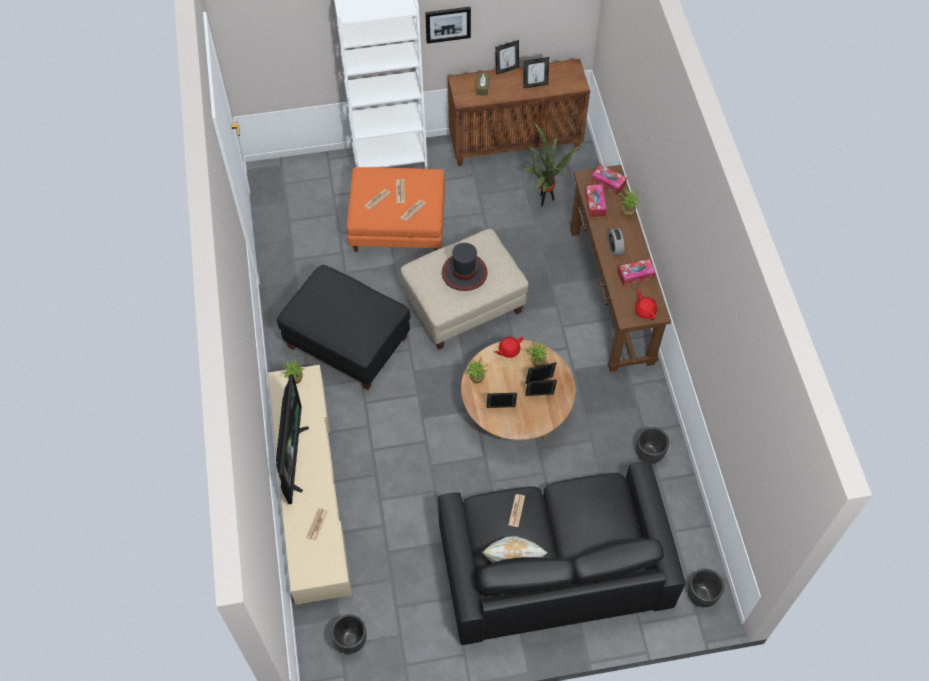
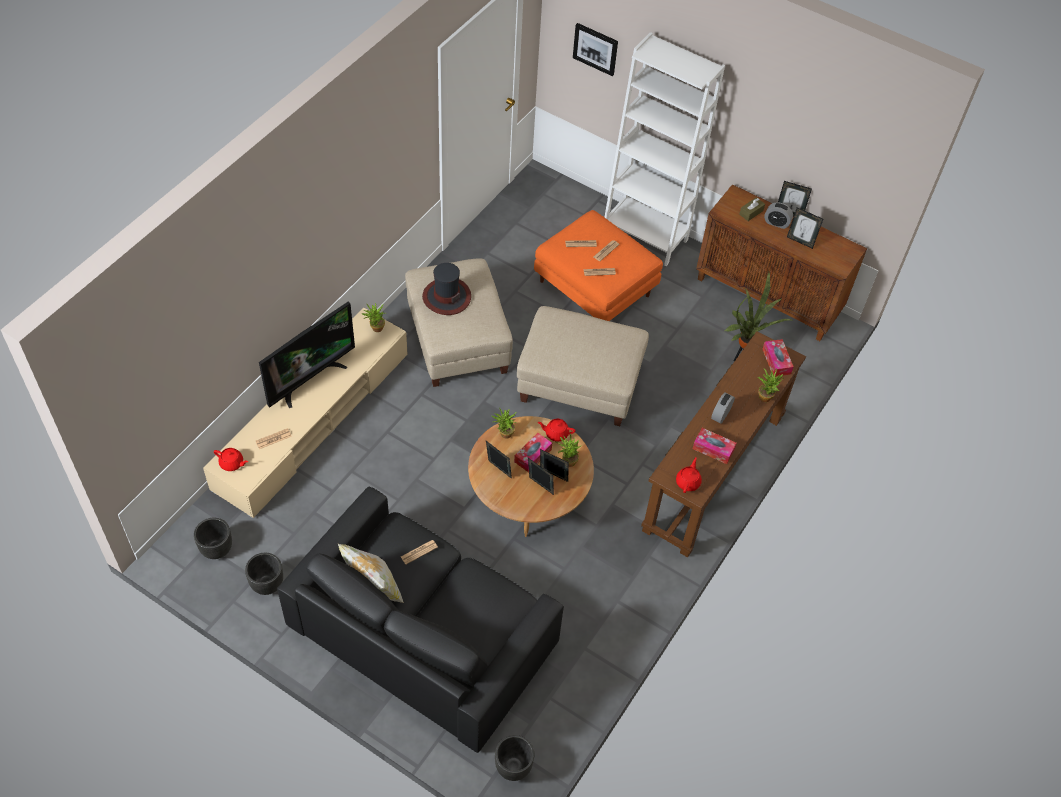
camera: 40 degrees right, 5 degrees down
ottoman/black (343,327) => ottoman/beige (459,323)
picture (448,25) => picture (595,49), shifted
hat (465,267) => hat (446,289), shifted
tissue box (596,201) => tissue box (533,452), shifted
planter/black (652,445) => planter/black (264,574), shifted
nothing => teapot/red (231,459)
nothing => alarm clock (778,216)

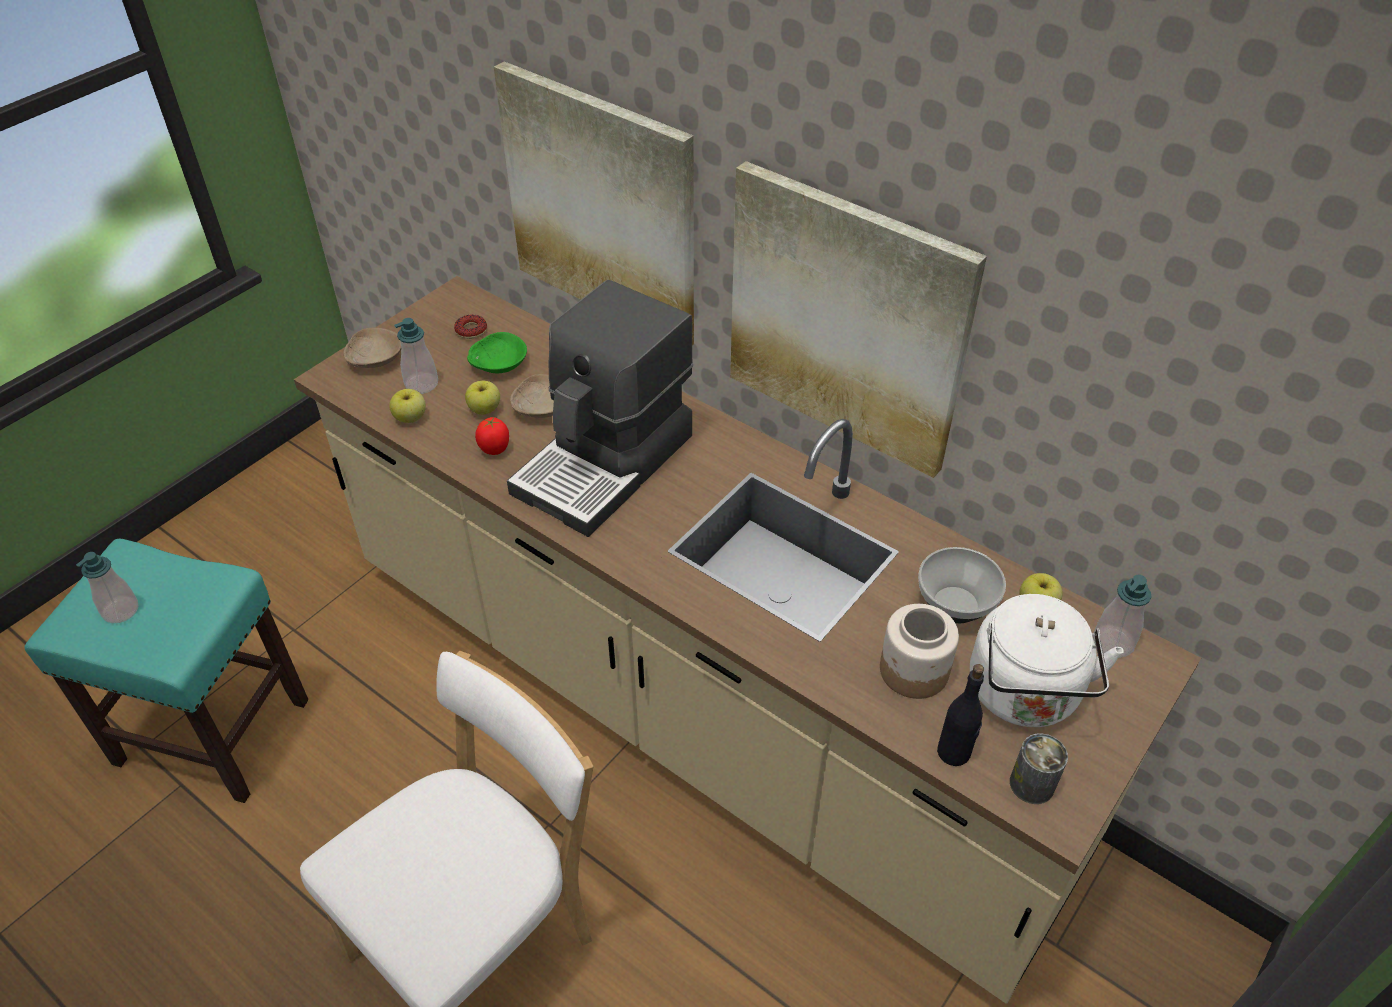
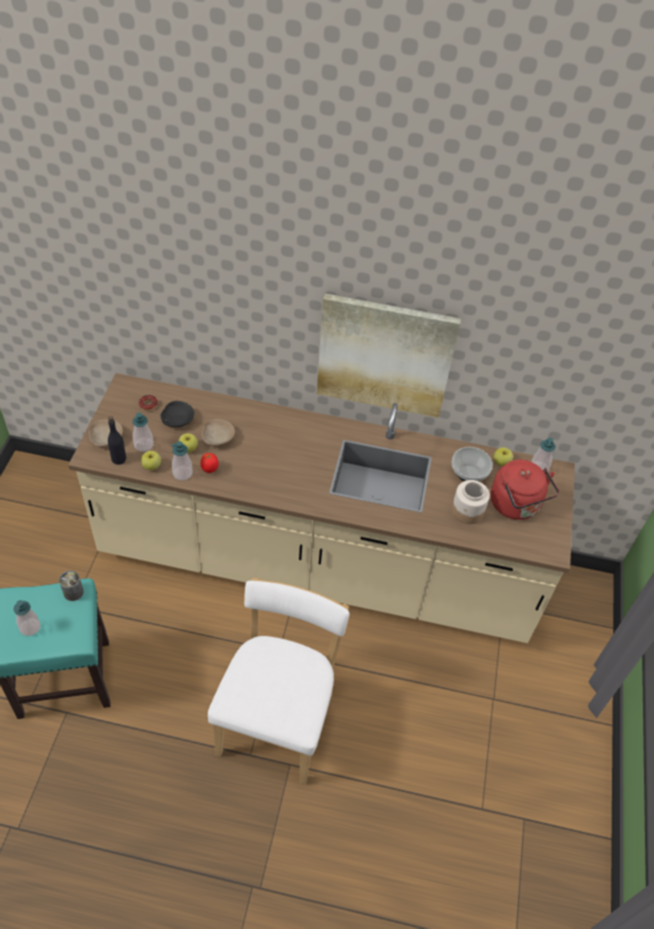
camera: 30 degrees left, 5 degrees up
bowl/green (497,353) => bowl/black (177,414)
picture (594,203) => nothing
coffee machine (600,408) => nothing
bottle/black (960,715) => bottle/black (117,440), shifted
kettle/white (1047,660) => kettle/red (525,489)
can (1039,768) => can (71,586), shifted
nothing => soap dispenser (182,460)

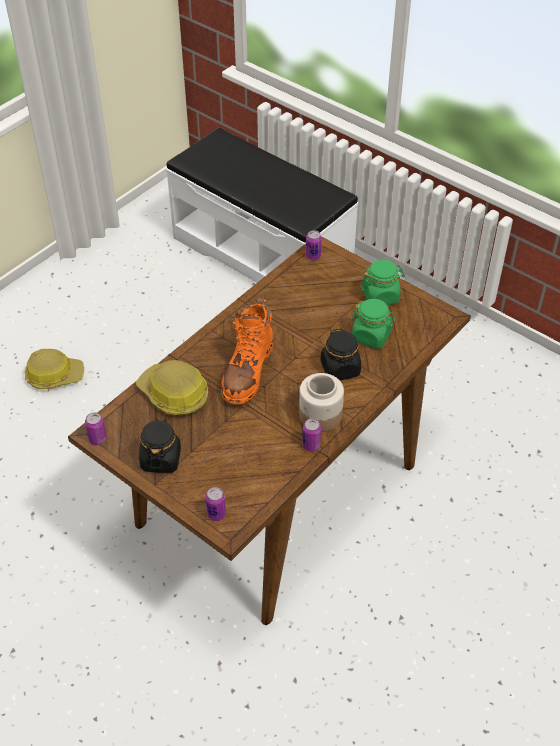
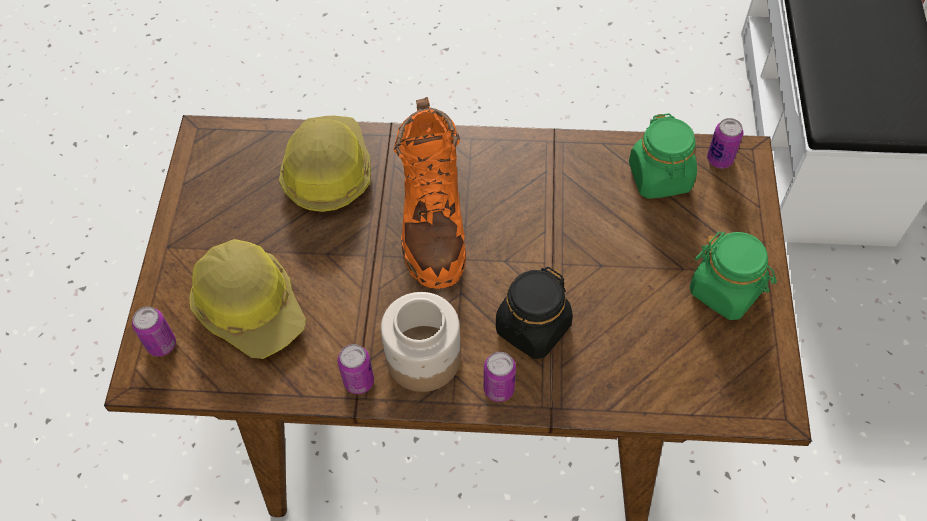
camera: 55 degrees right, 10 degrees up
hard hat (54,369) => hard hat (247,299), shifted
can (96,428) => can (500,377), shifted
jar/black (160,445) => nothing
boot/orange (247,351) => boot/orange (430,193), 75 degrees counterclockwise
jar/green (373,324) => jar/green (663,156), shifted

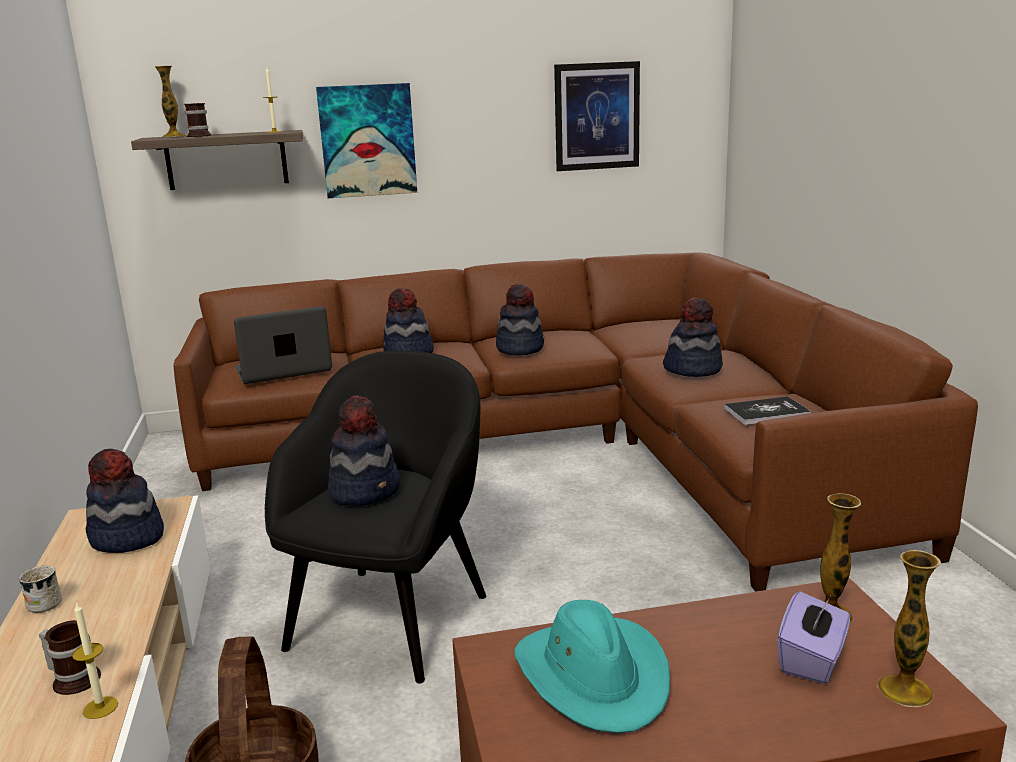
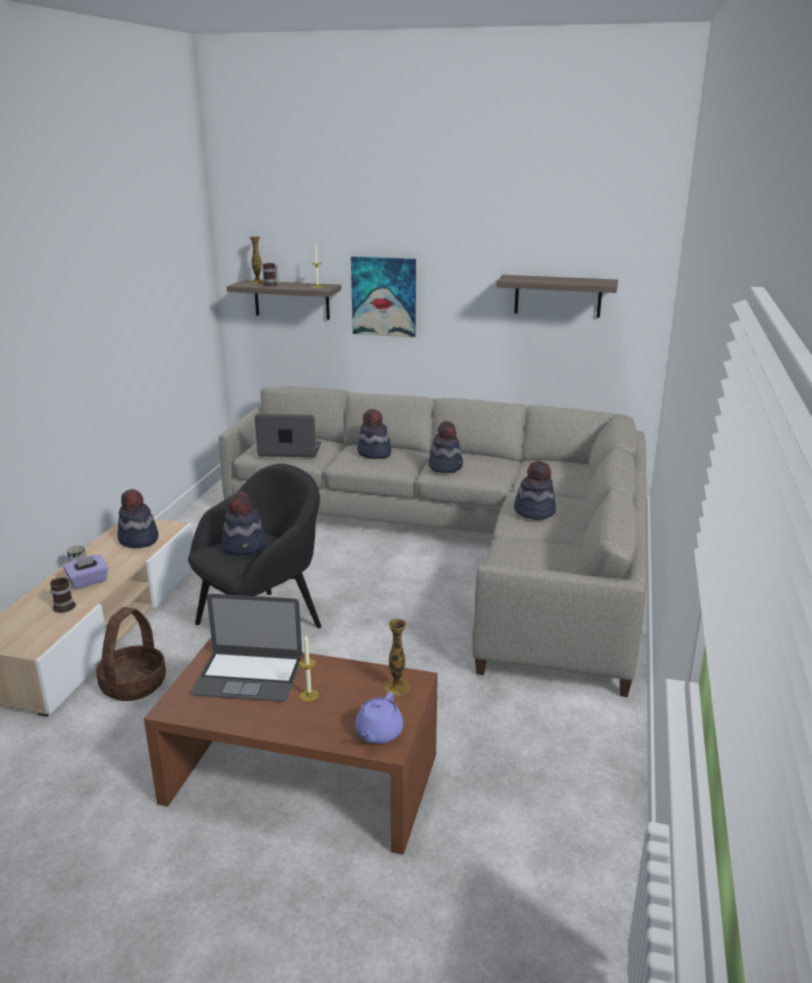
camera: 25 degrees right, 5 degrees up
candle (95,660) => candle (309,668), shifted
sofa/brown (576,422) => sofa/grey (433,541)
hat/turquoise (592,666) => laptop (246,648)
picture (597,116) => shelf (557,296)
book (768,411) => nothing
tissue box/purple (813,637) => tissue box/purple (85,572), shifted
vase (909,628) => teapot/purple (379,718)

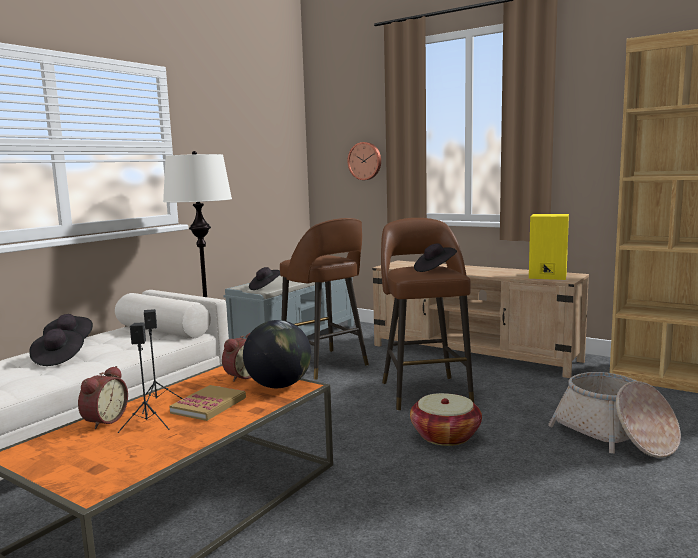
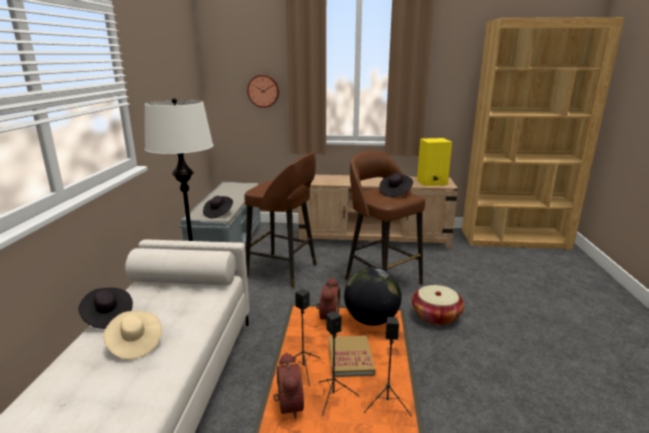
camera: 30 degrees left, 10 degrees up
hat/black (56,347) => hat/beige (132,335)
basket (614,415) => nothing
nothing => speaker/black (388,366)

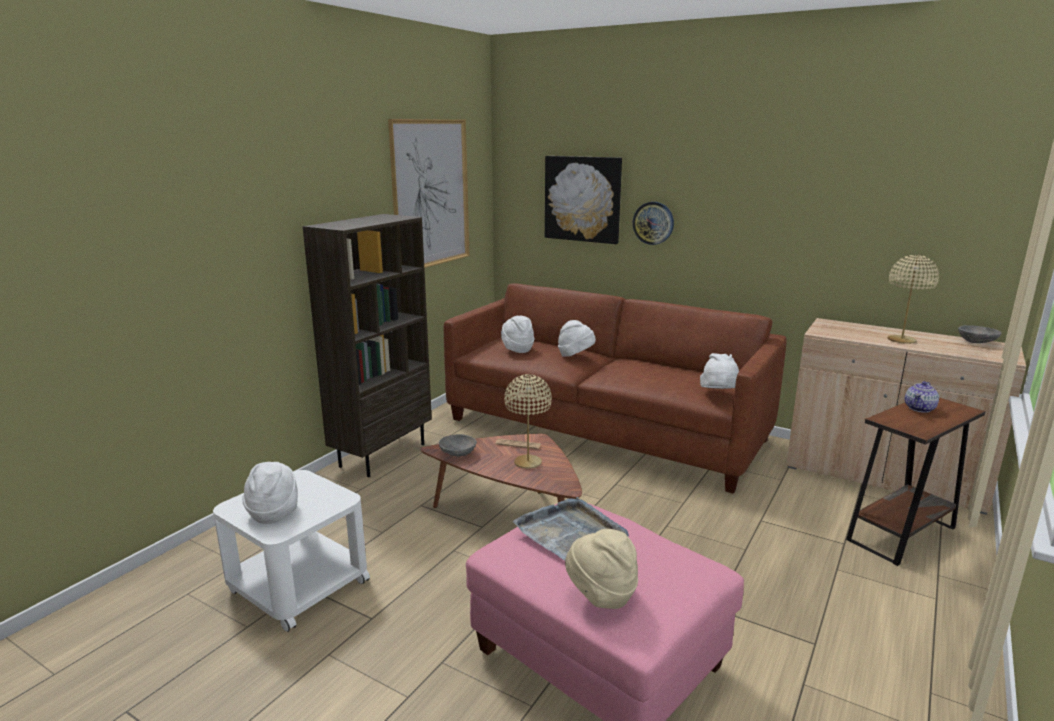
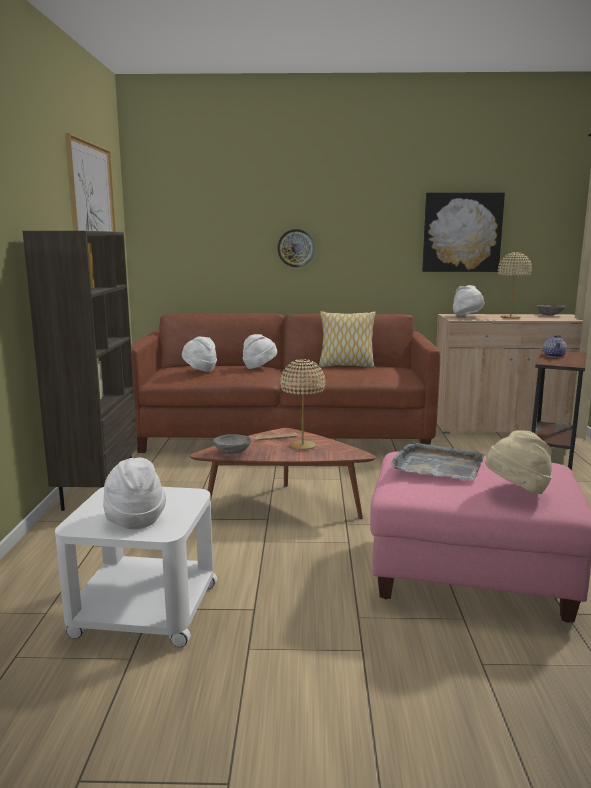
camera: 30 degrees left, 5 degrees down
picture (583,200) => picture (463,232), shifted
hat/white (719,371) => hat/white (468,300), shifted
nothing => pillow (347,339)

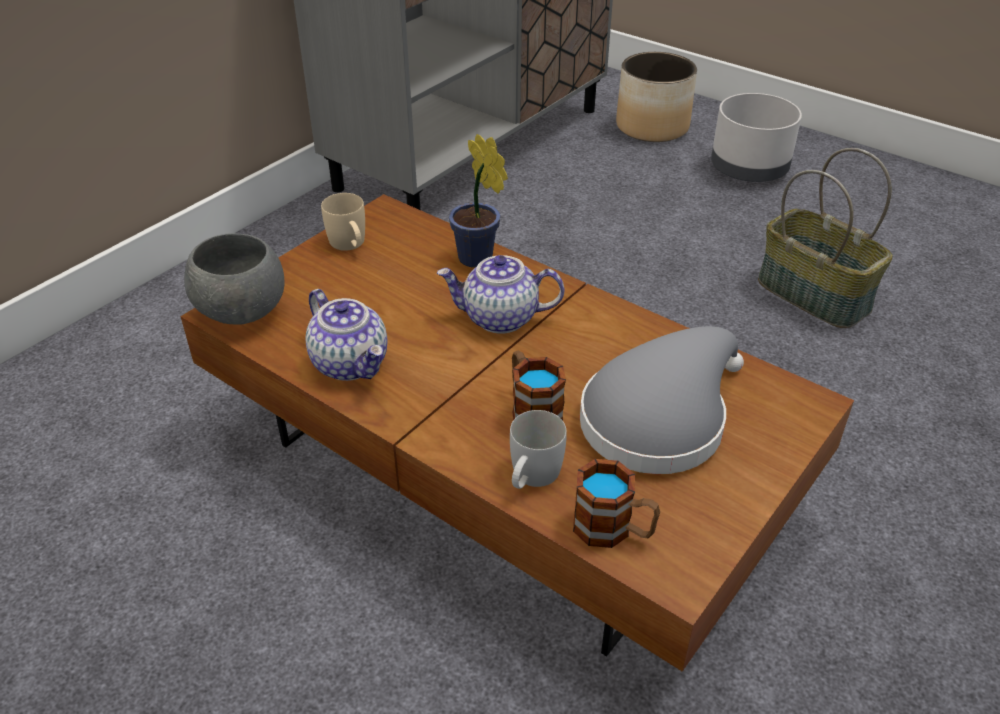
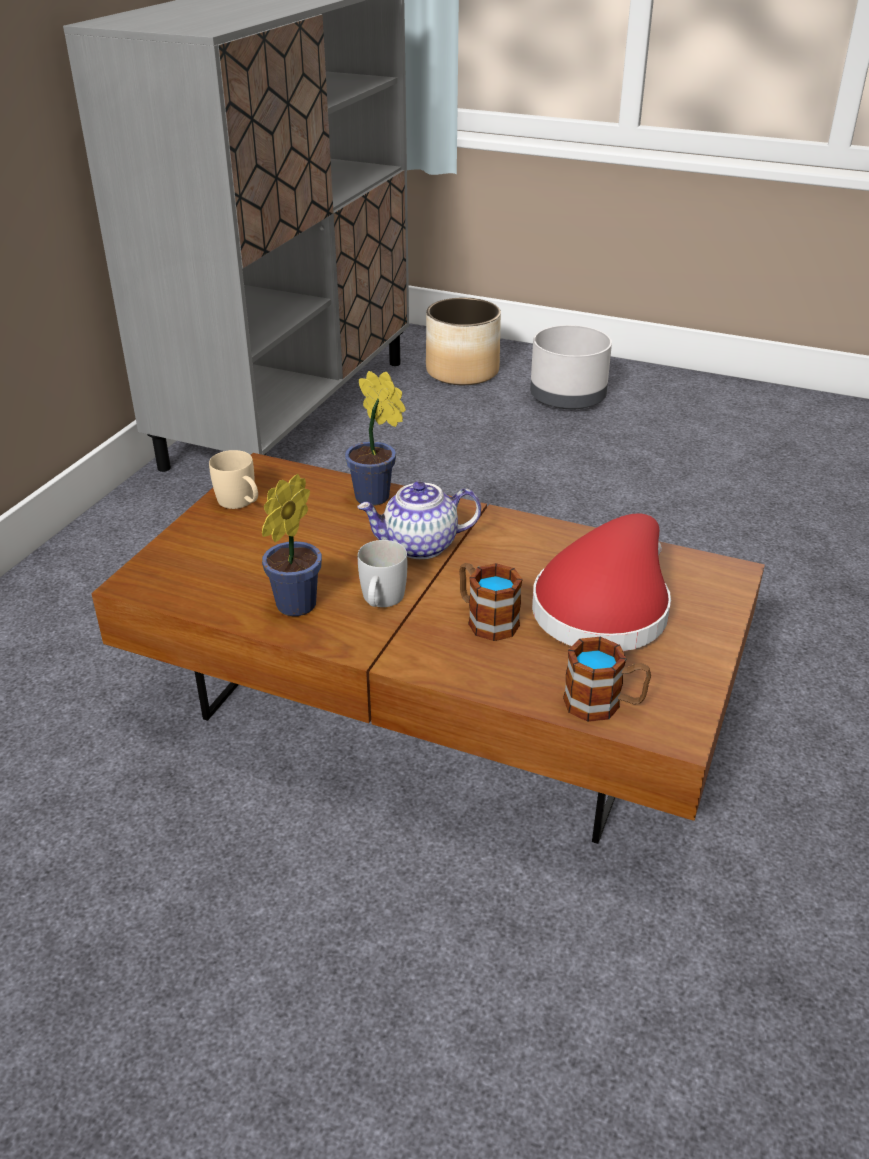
camera: 15 degrees left, 5 degrees down
bowl/grey (234,279) => nothing
teapot (346,335) => potted plant (292,545)
mug/white (538,449) => mug/white (382,573), shifted
hat/grey (662,400) => hat/red (601,582)
basket (825,238) => nothing

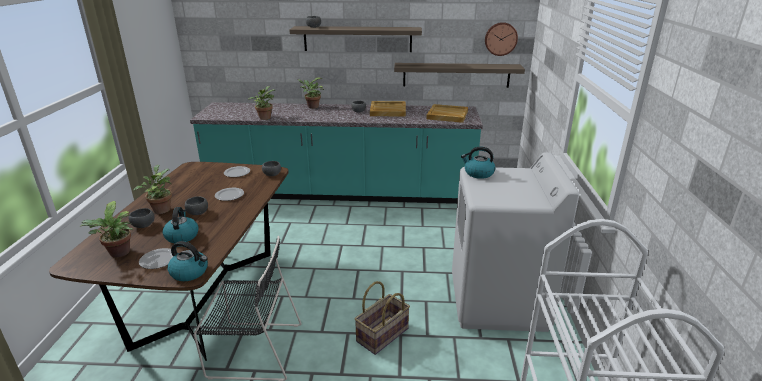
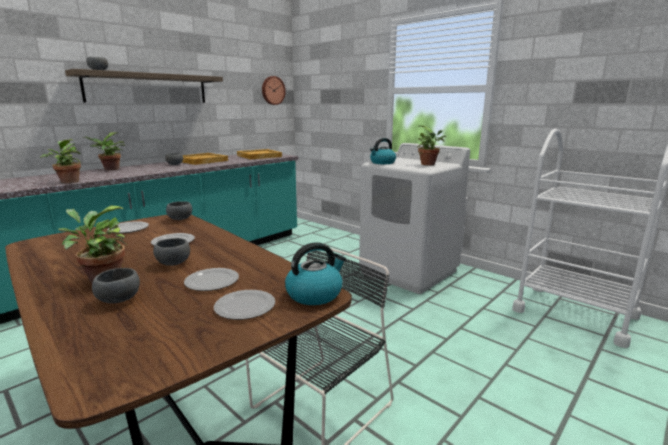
camera: 50 degrees left, 10 degrees down
potted plant (106,229) => potted plant (431,145), shifted
kettle (181,225) => plate (211,279)
basket (382,318) => nothing
shelf (459,75) => nothing

